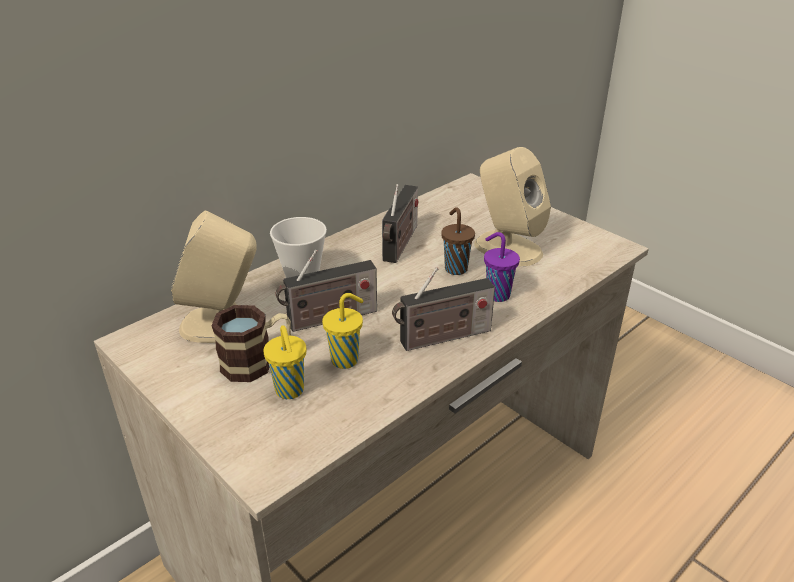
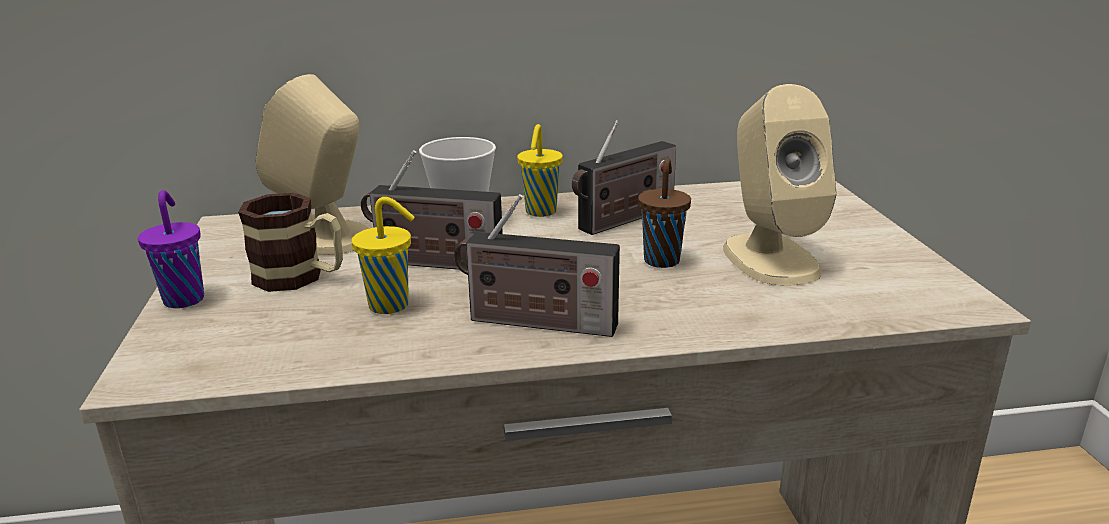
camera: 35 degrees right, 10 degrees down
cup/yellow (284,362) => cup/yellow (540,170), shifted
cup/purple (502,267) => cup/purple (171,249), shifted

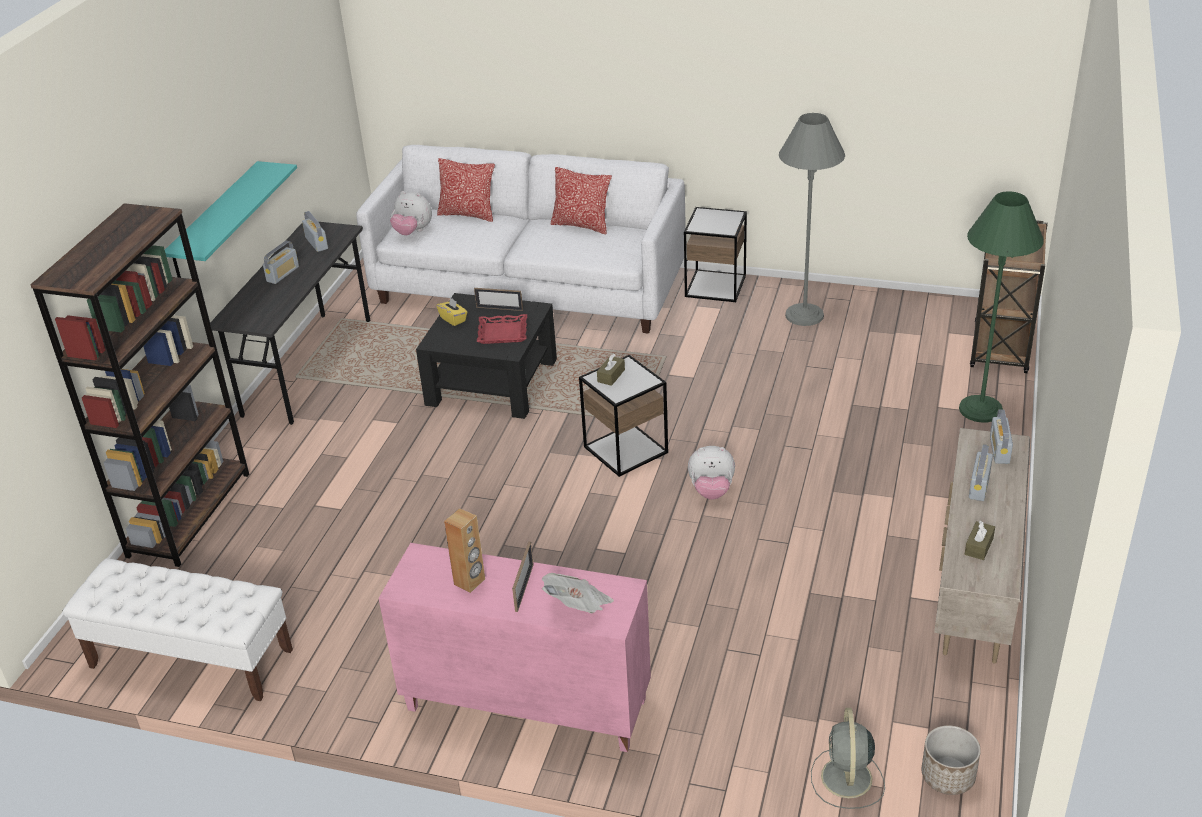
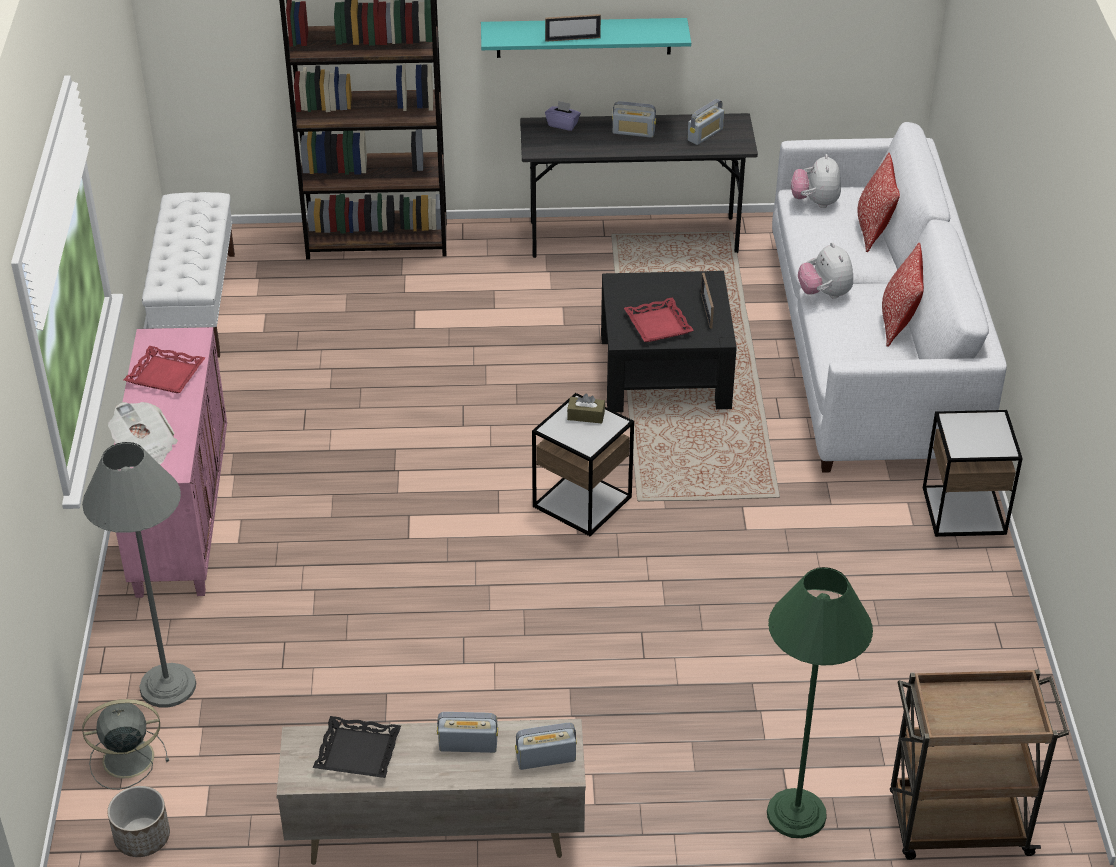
camera: 70 degrees right, 5 degrees up
tissue box/yellow (452,311) => nothing
speaker/brown (464,550) => tray/red (164,369)
picture frame (523,577) => picture frame (573,28), shifted
plush toy (711,473) => plush toy (825,270), shifted
floor lamp/grey (812,219) => floor lamp/grey (139,575), shifted
tissue box/brown (980,540) => tray/black (357,747)
nothing => tissue box/purple (563,116)

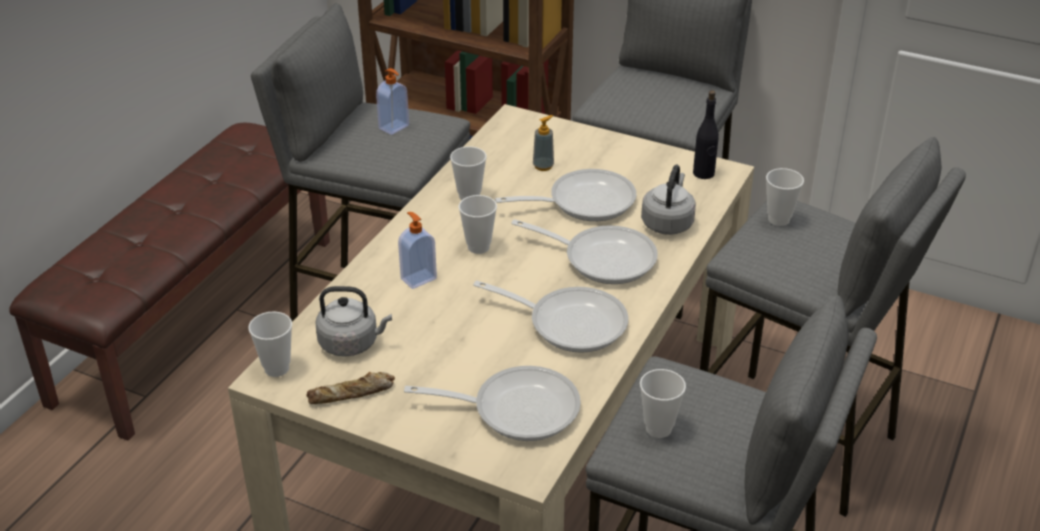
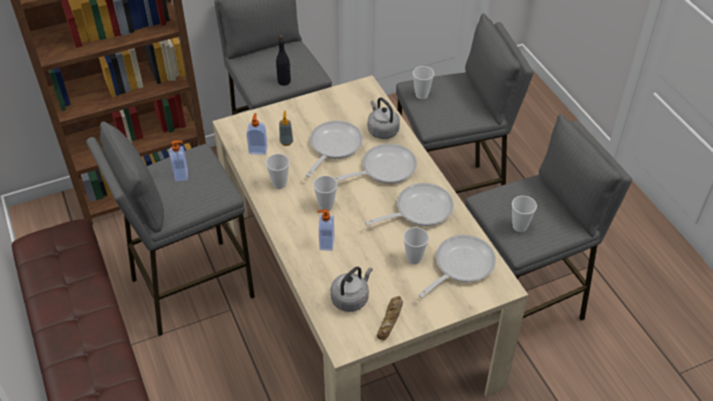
camera: 50 degrees left, 10 degrees up
cup (270,344) => cup (416,245), shifted
bottle/black (706,134) => bottle/black (283,60), shifted
nothing => soap dispenser (257,134)

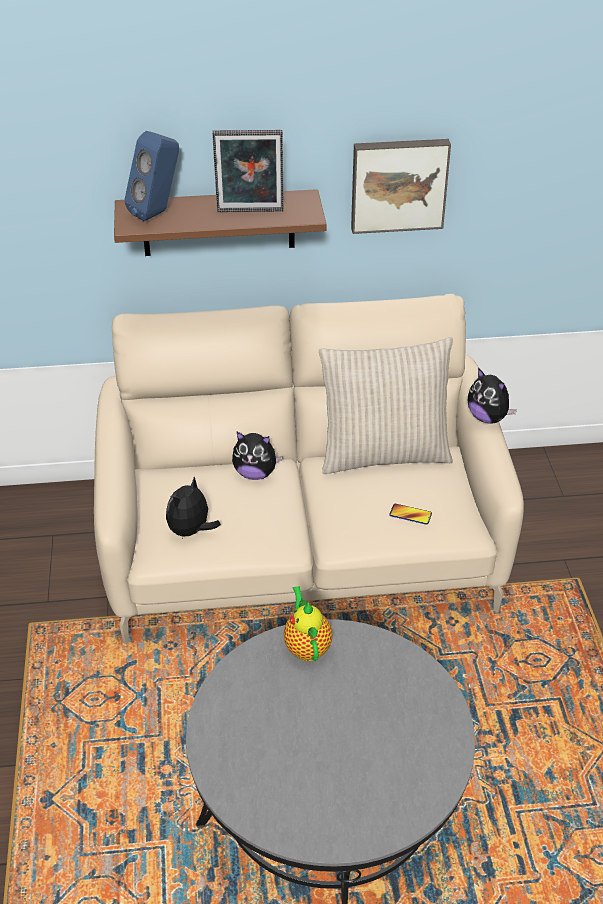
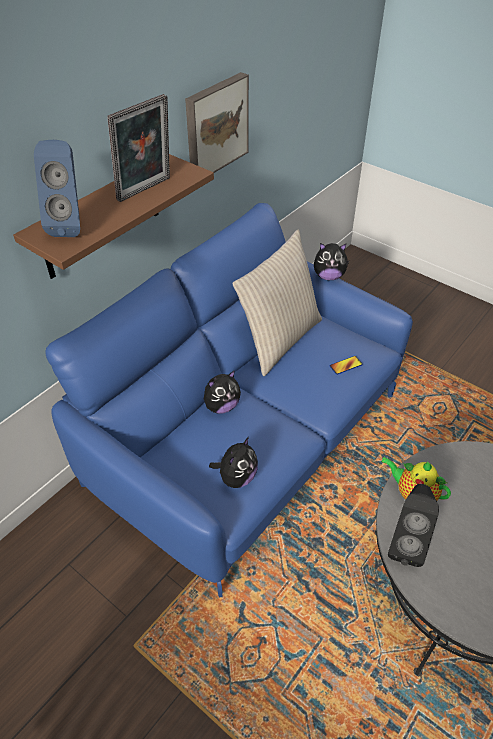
camera: 45 degrees left, 5 degrees up
sofa/beige (309,469) => sofa/blue (229,400)
plush toy (193,508) => plush toy (233,462), 135 degrees counterclockwise
nothing => speaker/black (413,525)

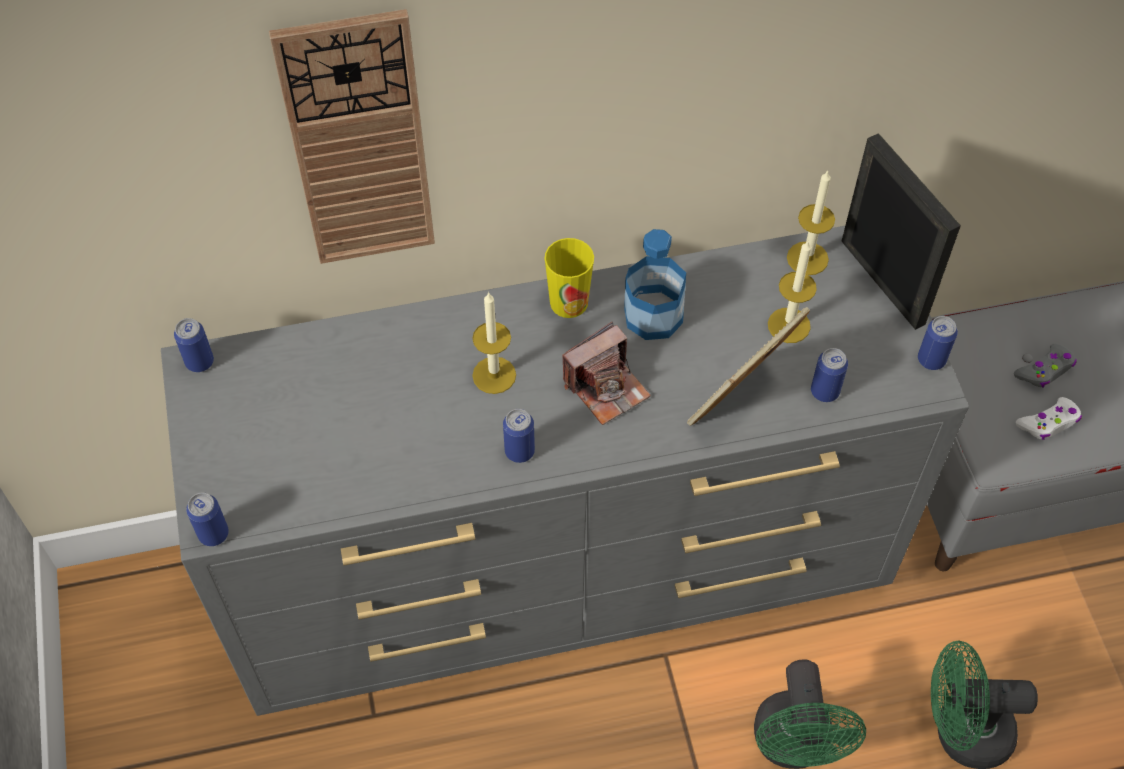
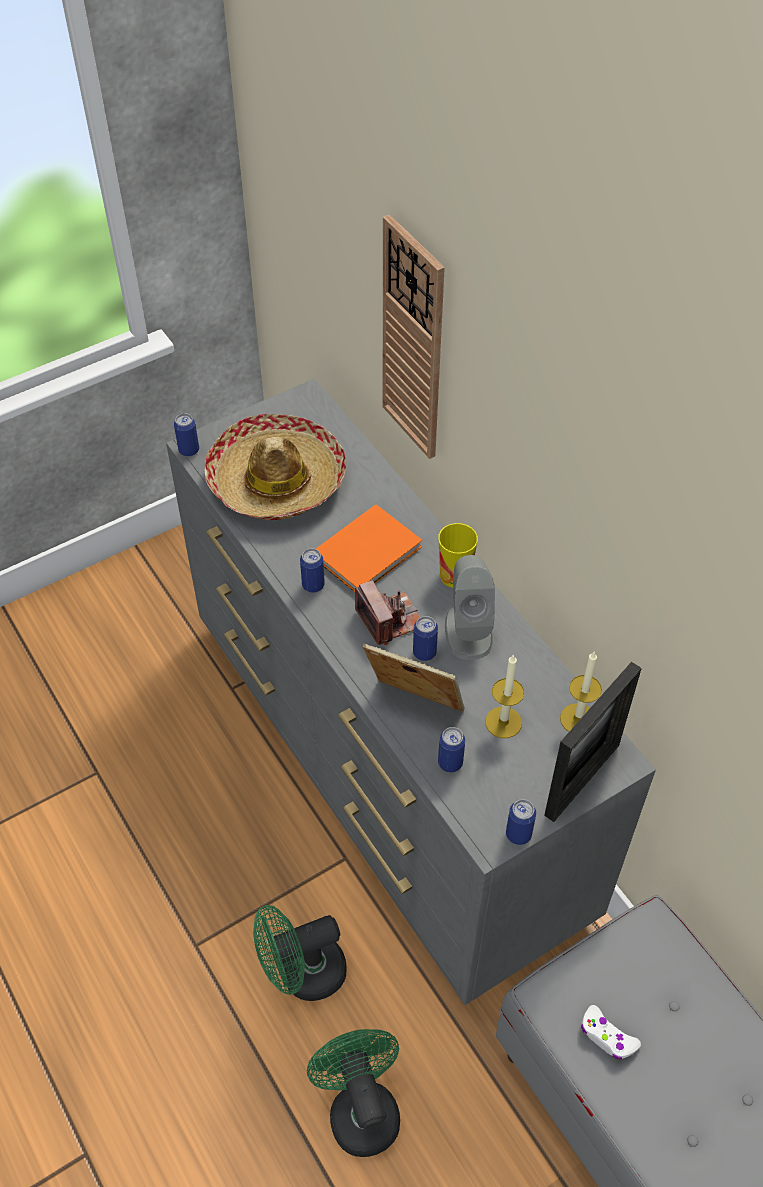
camera: 70 degrees right, 5 degrees down
can (194,345) => can (425,638), shifted
candle (494,343) => book/orange (369,548)
photo camera (607,373) => photo camera (387,612), 150 degrees counterclockwise
bottle (655,284) => speaker/grey (470,607)
game controller/grey (1045,366) => nothing
nothing => hat (275,467)

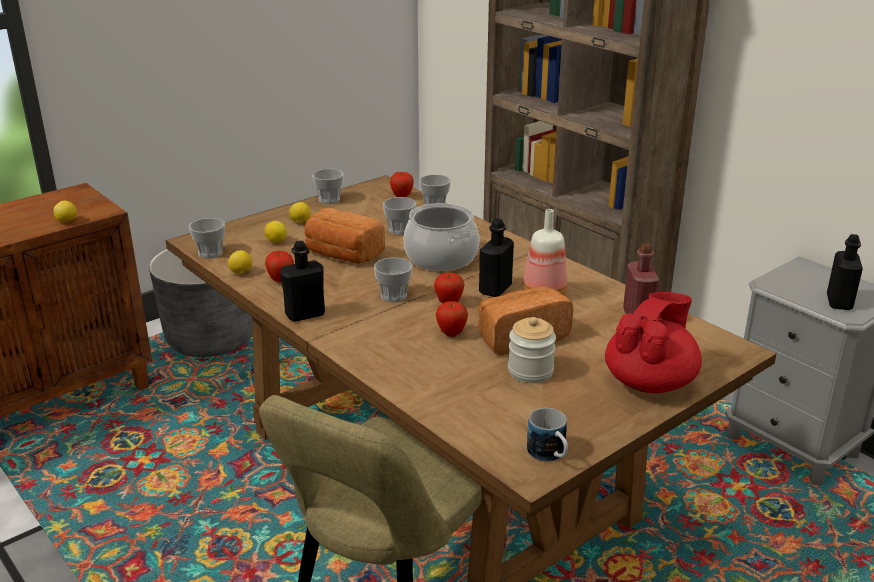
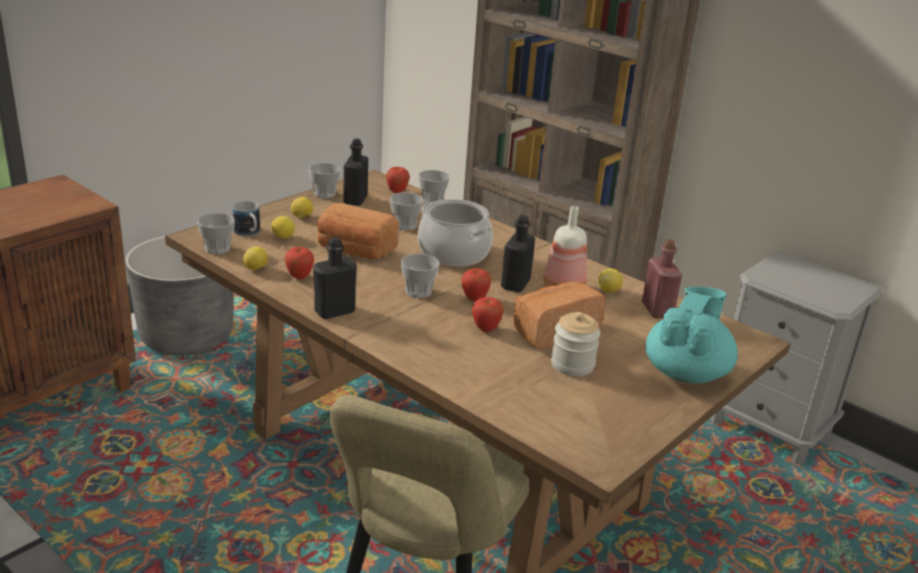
camera: 10 degrees left, 0 degrees up
lemon (65,212) => lemon (610,280), shifted
mug (547,435) => mug (246,218), shifted
teapot/red (653,342) => teapot/turquoise (691,335)
bottle/black (845,272) => bottle/black (355,172), shifted

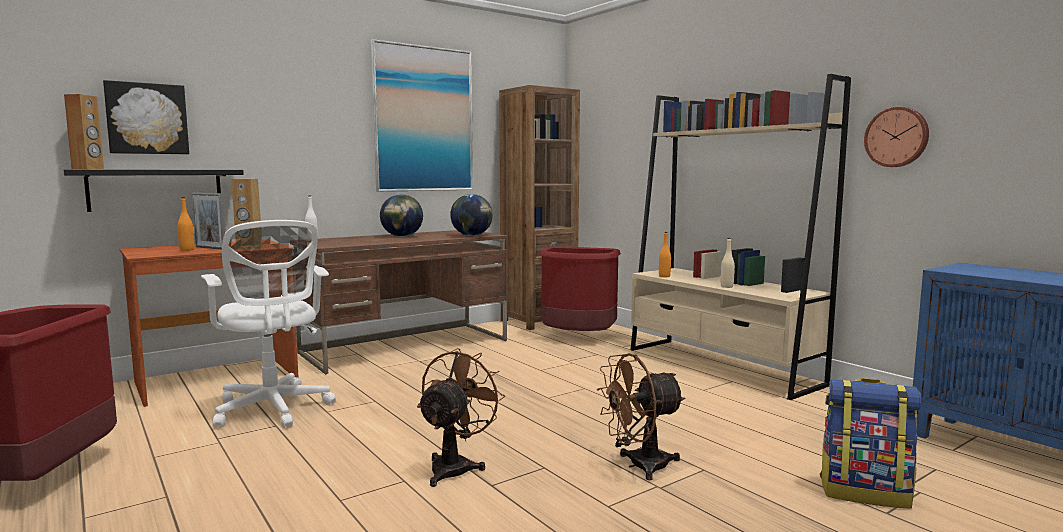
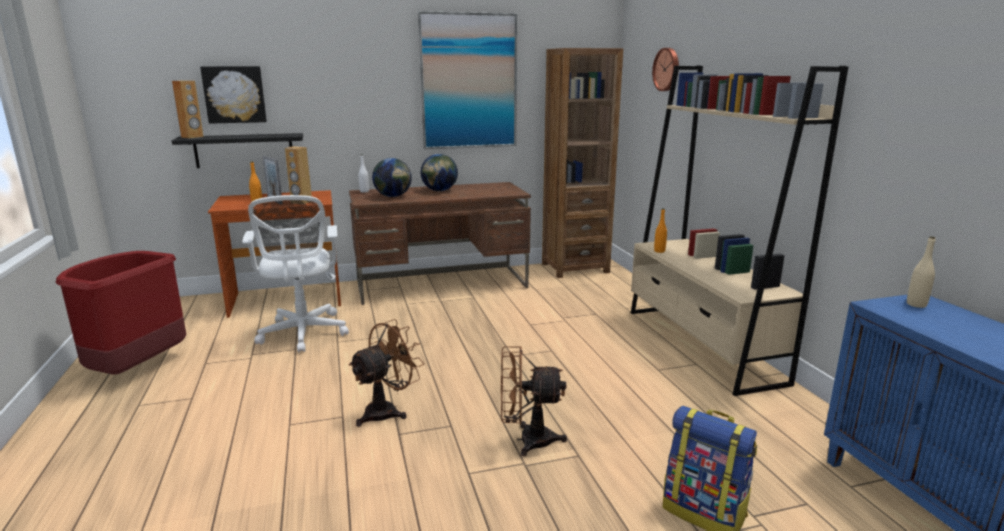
camera: 20 degrees right, 10 degrees up
globe (471,215) => globe (392,177), shifted
trash can/red (580,288) => nothing
bottle/beige (728,263) => bottle/beige (921,272), shifted
wall clock (896,137) => wall clock (665,69), shifted

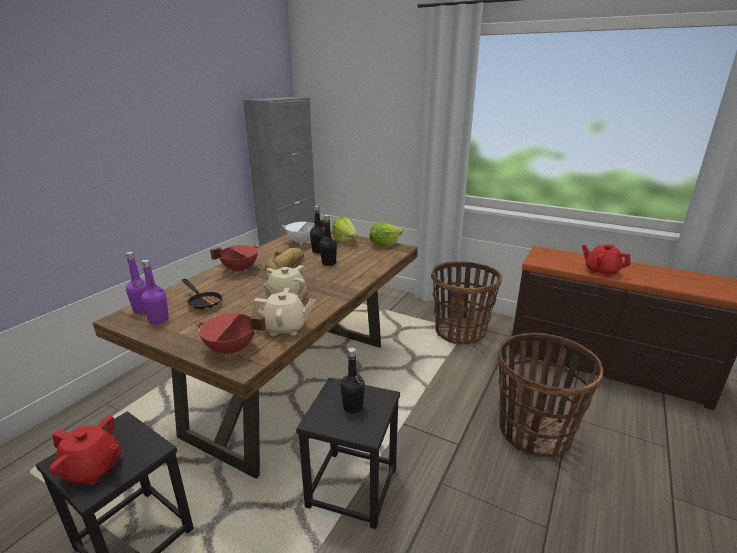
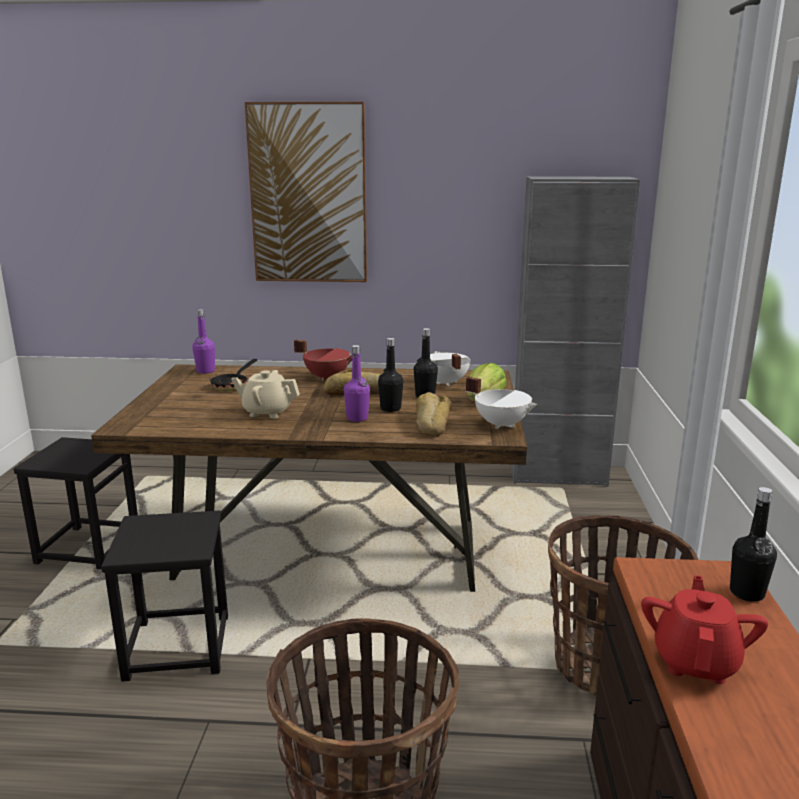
camera: 65 degrees right, 5 degrees down
teapot/red (85,450) => nothing
bottle/purple (155,291) => bottle/purple (357,383), shifted
cooking pot/red (231,335) => nothing
teapot/beige (283,312) => nothing
bottle/black (352,381) => bottle/black (753,544), shifted
lettuce (386,234) => cooking pot/white (501,403)
nothing => picture (306,192)
nothing => bread (434,414)

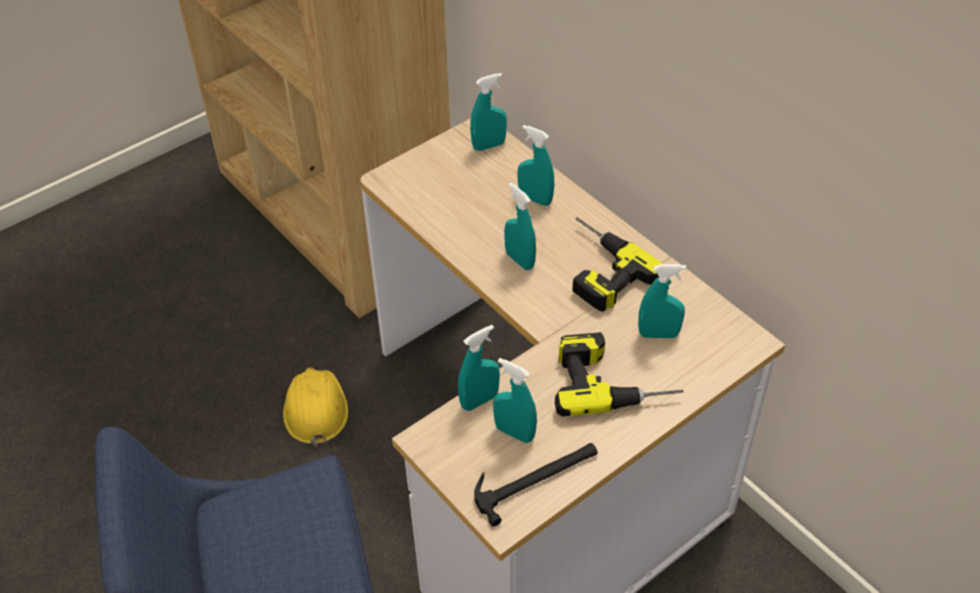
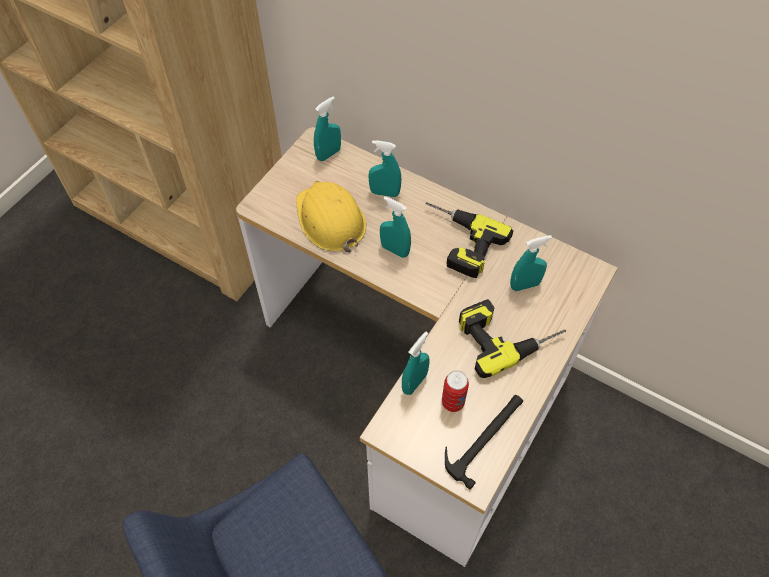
camera: 20 degrees left, 10 degrees up
hard hat/yellow (315,407) => hard hat/yellow (331,217), shifted
spray bottle/turquoise (515,400) => can (455,391)

